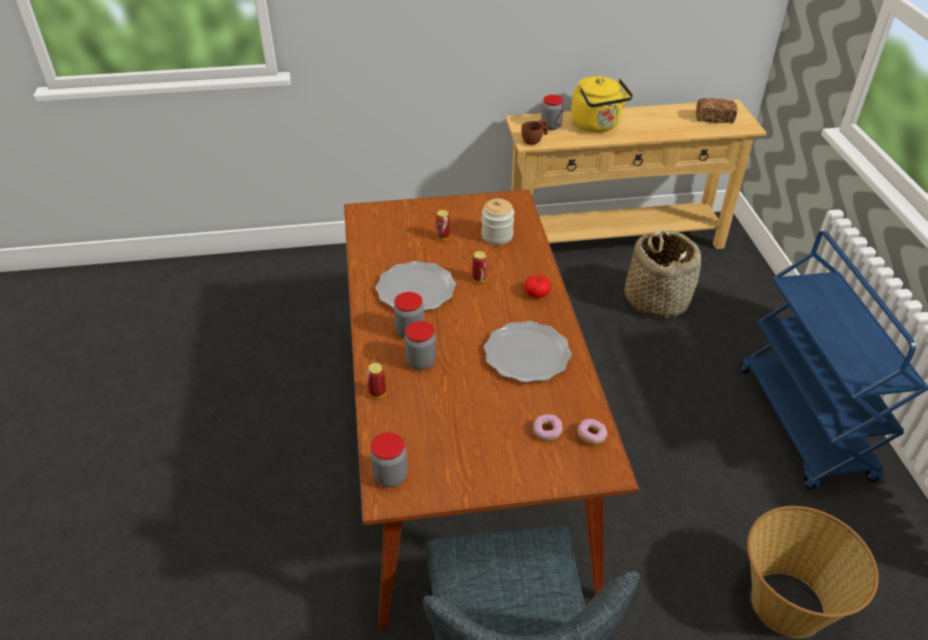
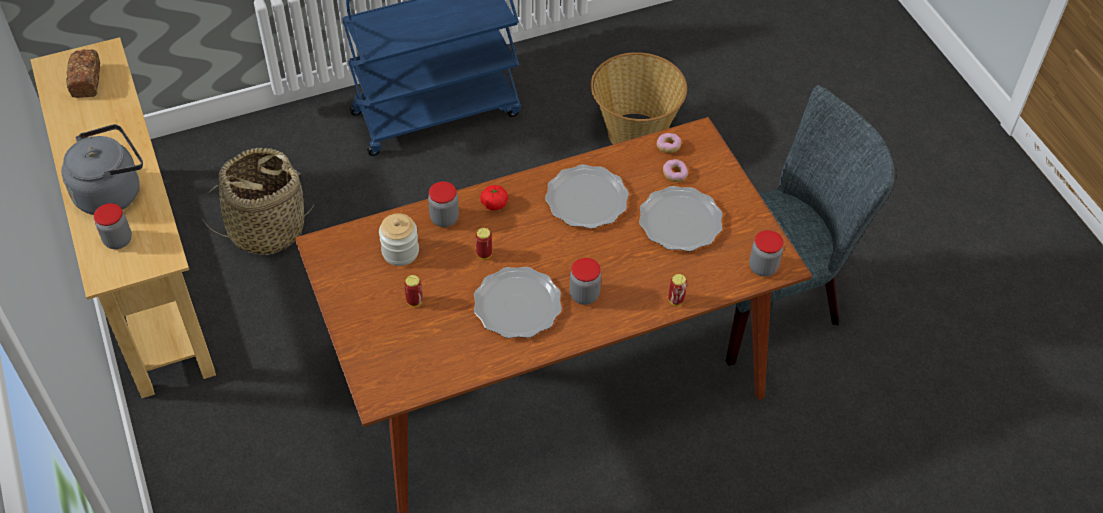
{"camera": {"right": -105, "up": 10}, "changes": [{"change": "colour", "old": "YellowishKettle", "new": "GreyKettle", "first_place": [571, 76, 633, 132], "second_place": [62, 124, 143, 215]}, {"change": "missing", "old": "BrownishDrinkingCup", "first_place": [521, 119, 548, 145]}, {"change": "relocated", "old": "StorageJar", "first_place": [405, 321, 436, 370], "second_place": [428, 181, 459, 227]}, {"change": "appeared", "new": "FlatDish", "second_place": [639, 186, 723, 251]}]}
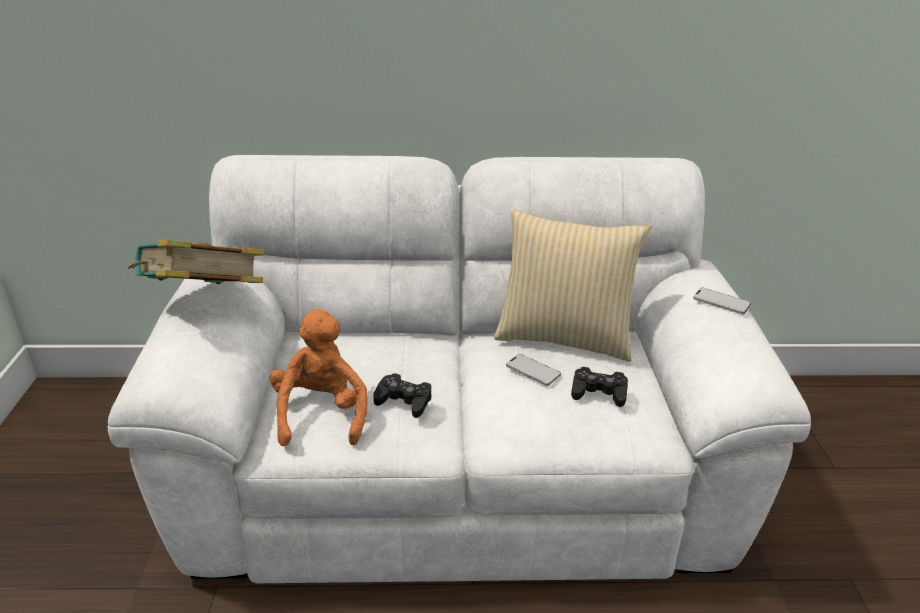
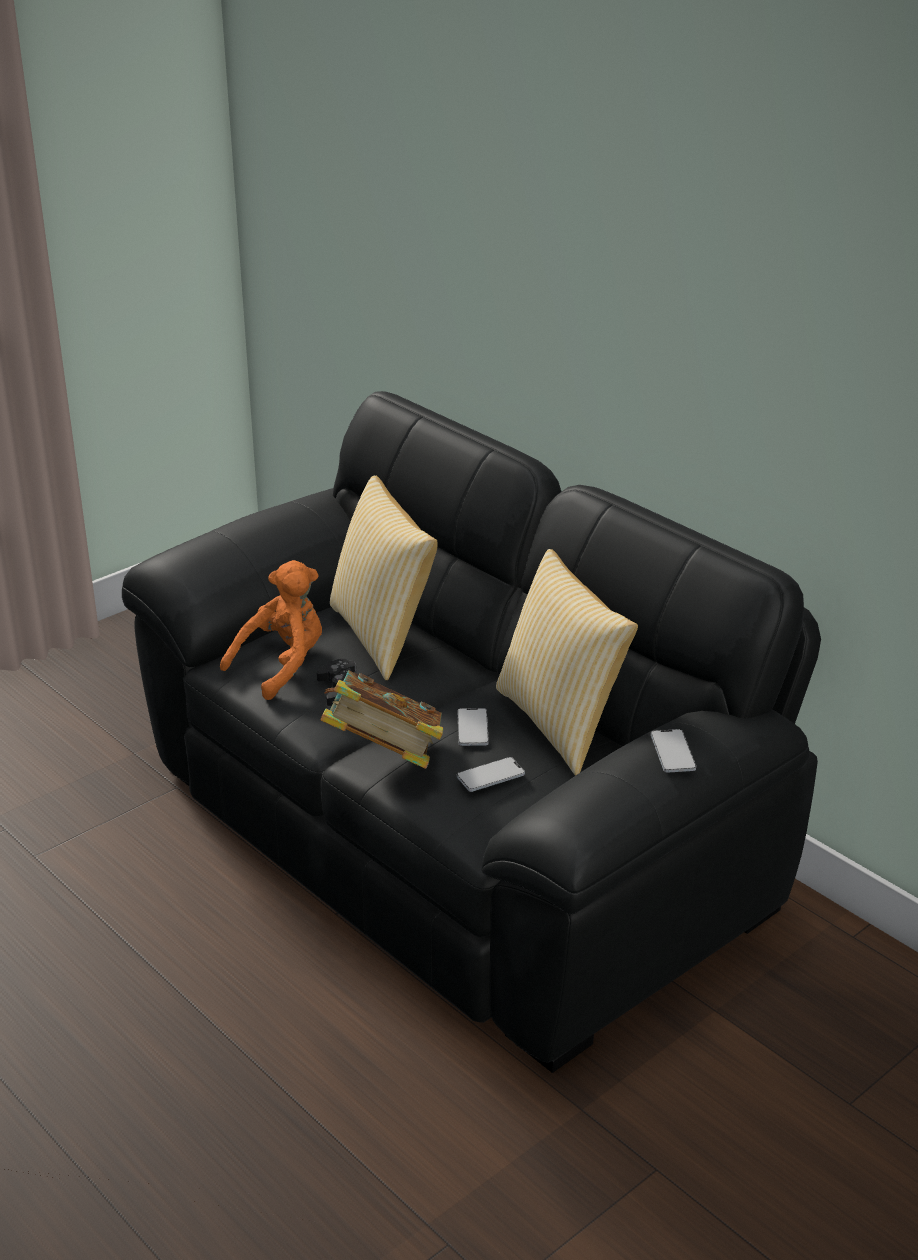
{"camera": {"right": 50, "up": 0}, "changes": [{"change": "colour", "old": "WhiteCouch", "new": "BlackCouch", "first_place": [108, 155, 811, 583], "second_place": [122, 391, 821, 1073]}, {"change": "relocated", "old": "Volume", "first_place": [128, 239, 264, 284], "second_place": [320, 670, 443, 769]}, {"change": "exchanged", "old": "BlackGameController", "new": "Handset", "first_place": [571, 367, 628, 407], "second_place": [457, 757, 525, 792]}, {"change": "appeared", "new": "Pillow", "second_place": [330, 475, 438, 680]}]}
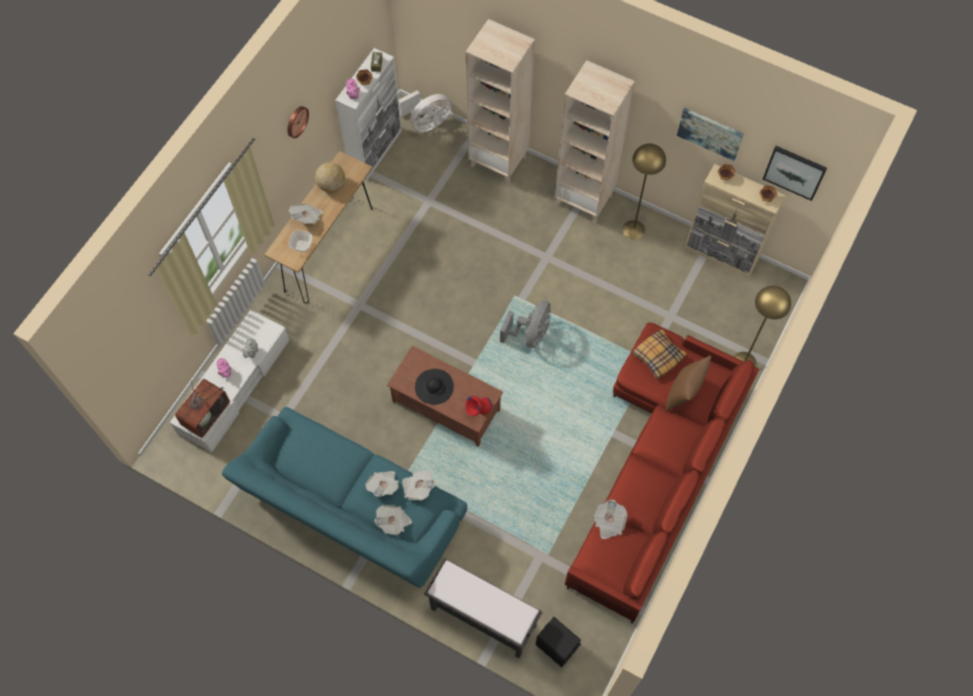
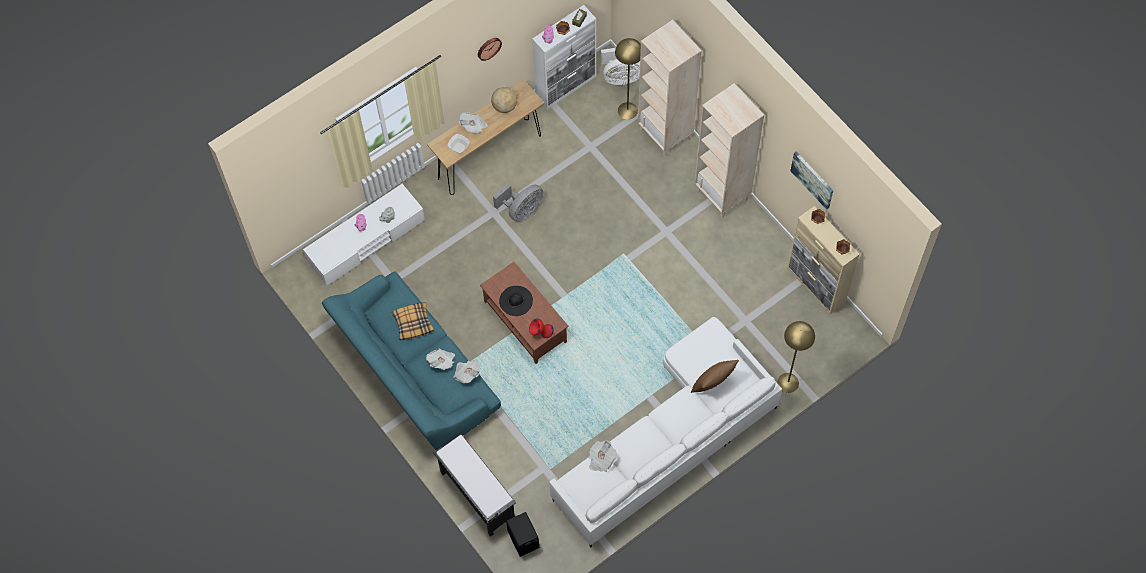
{"camera": {"right": 25, "up": 0}, "changes": [{"change": "relocated", "old": "YellowishStandardLamp", "first_place": [623, 144, 666, 240], "second_place": [615, 38, 641, 120]}, {"change": "missing", "old": "WallArt", "first_place": [763, 146, 827, 201]}, {"change": "relocated", "old": "GreyFan", "first_place": [500, 300, 551, 348], "second_place": [493, 183, 544, 221]}, {"change": "colour", "old": "RedCouch", "new": "WhiteCouch", "first_place": [564, 322, 759, 624], "second_place": [549, 317, 782, 548]}, {"change": "relocated", "old": "Pillow", "first_place": [632, 329, 686, 379], "second_place": [392, 302, 434, 340]}, {"change": "missing", "old": "Tv", "first_place": [175, 379, 230, 438]}, {"change": "missing", "old": "PrintedPaper", "first_place": [374, 505, 412, 535]}]}
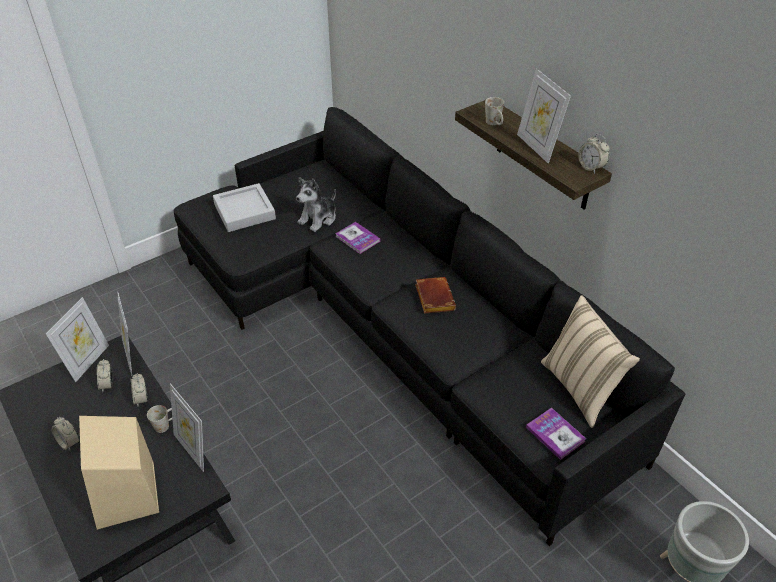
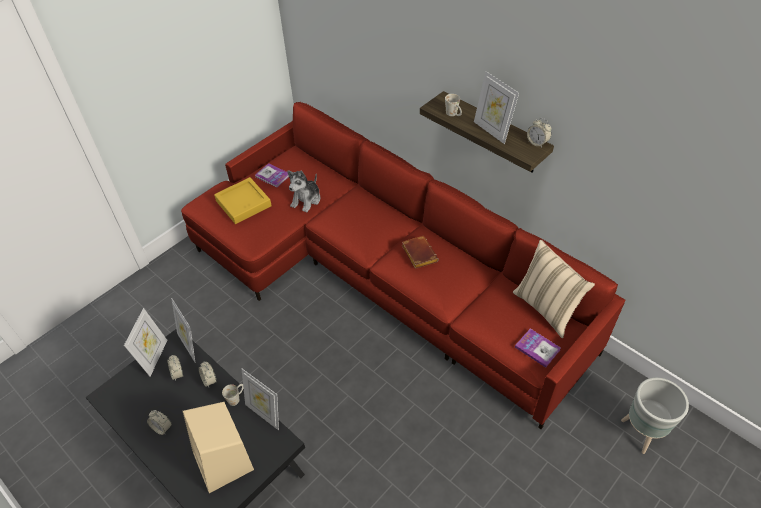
{"camera": {"right": -10, "up": 5}, "changes": [{"change": "colour", "old": "BlackCouch", "new": "RedCouch", "first_place": [174, 107, 685, 546], "second_place": [181, 102, 626, 429]}, {"change": "colour", "old": "GreyServingTray", "new": "YellowishServingTray", "first_place": [213, 183, 276, 232], "second_place": [214, 177, 272, 224]}, {"change": "relocated", "old": "Volume", "first_place": [335, 222, 380, 254], "second_place": [255, 163, 289, 188]}]}
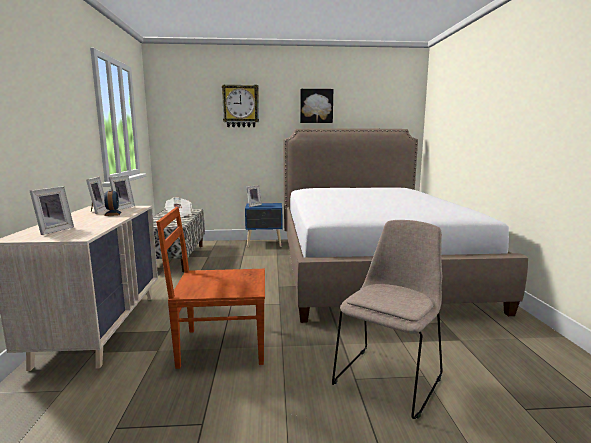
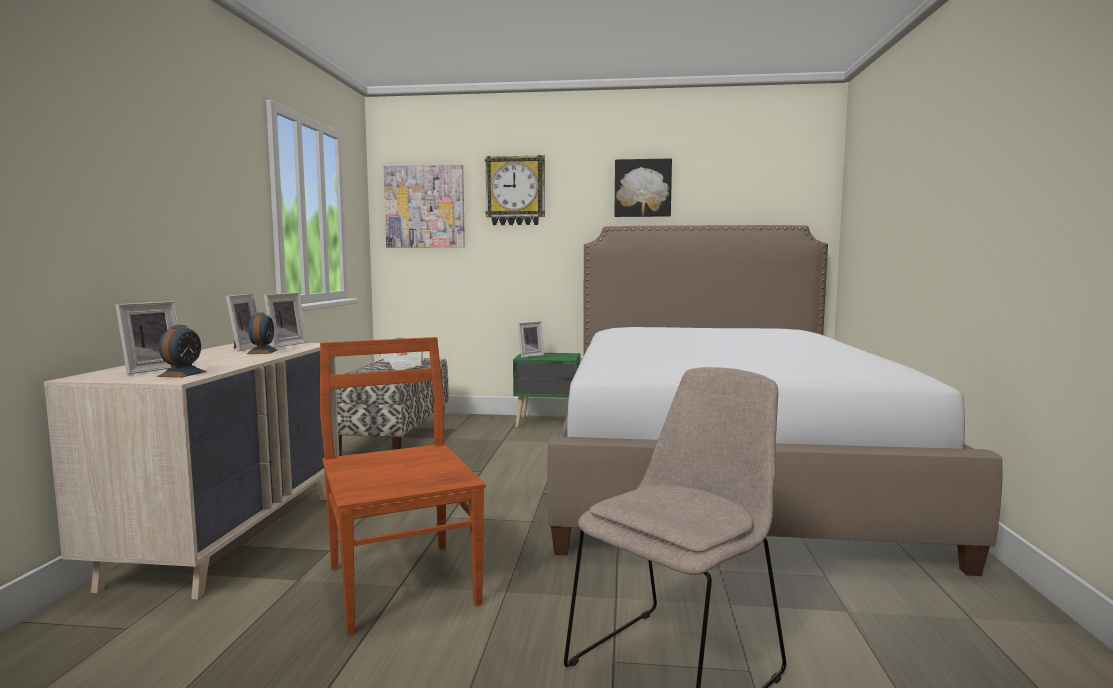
{"camera": {"right": 10, "up": -5}, "changes": [{"change": "colour", "old": "BlueNightTable", "new": "GreenishNightTable", "first_place": [245, 203, 283, 248], "second_place": [513, 353, 580, 427]}, {"change": "spun", "old": "BrownishChair", "first_place": [156, 207, 265, 369], "second_place": [320, 337, 486, 636], "degrees": 60}, {"change": "appeared", "new": "WallArt", "second_place": [384, 164, 465, 247]}, {"change": "appeared", "new": "AlarmClock", "second_place": [157, 325, 207, 378]}]}
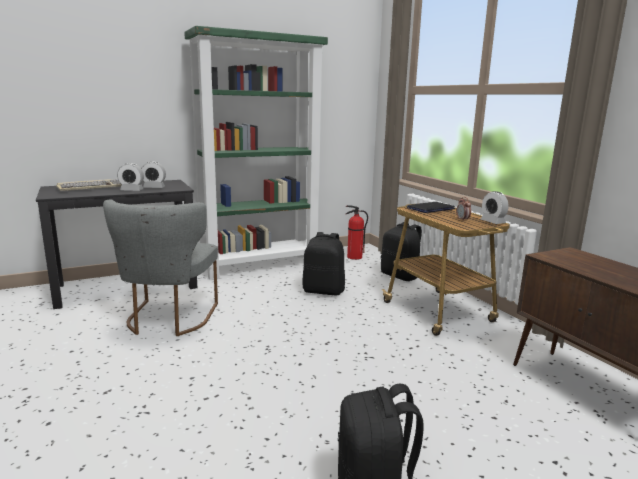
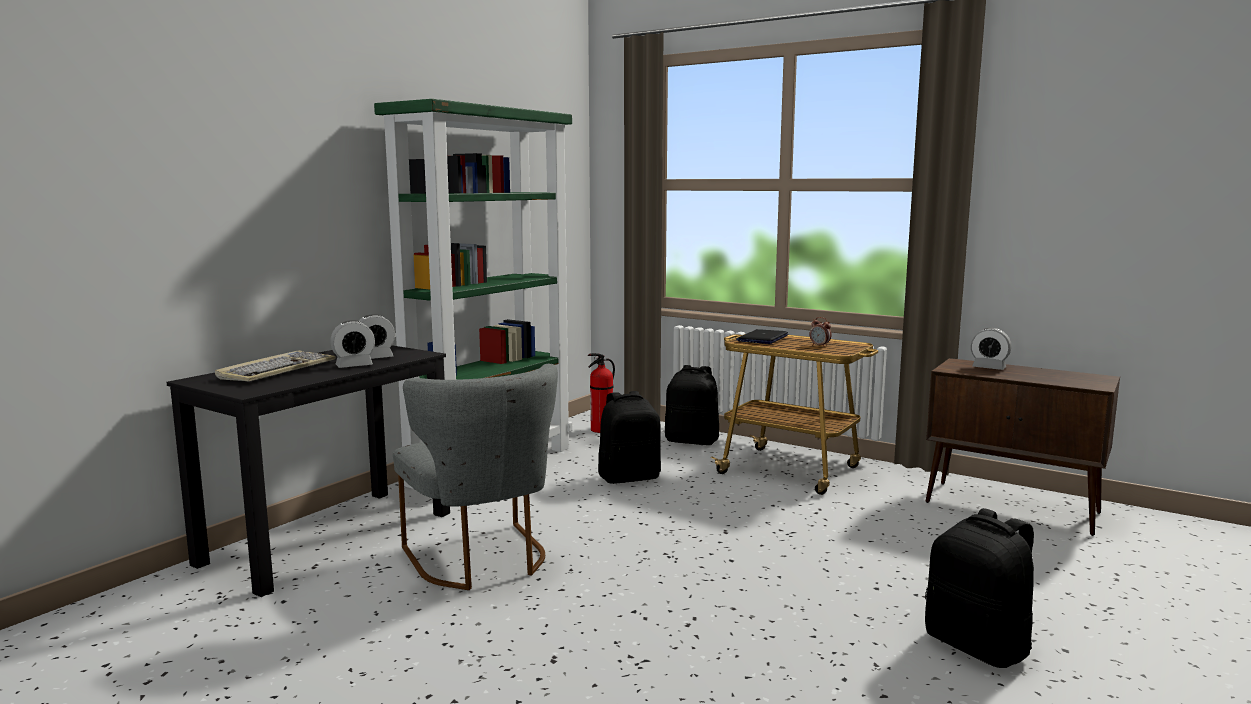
{"camera": {"right": -30, "up": -5}, "changes": [{"change": "relocated", "old": "AlarmClock", "first_place": [481, 191, 508, 224], "second_place": [971, 328, 1012, 370]}]}
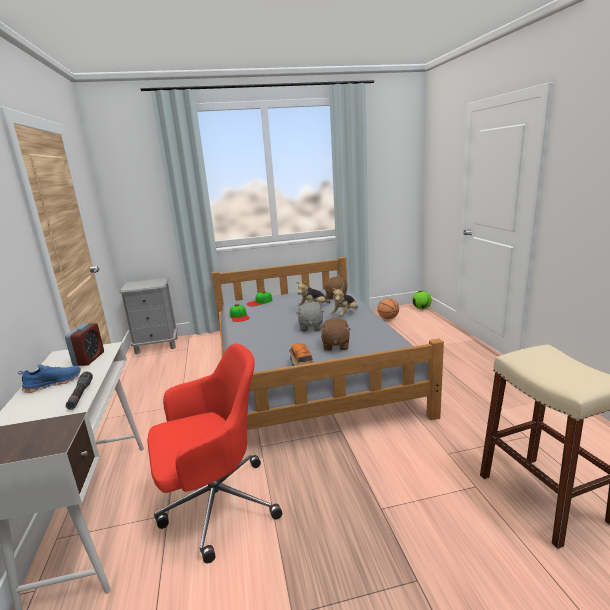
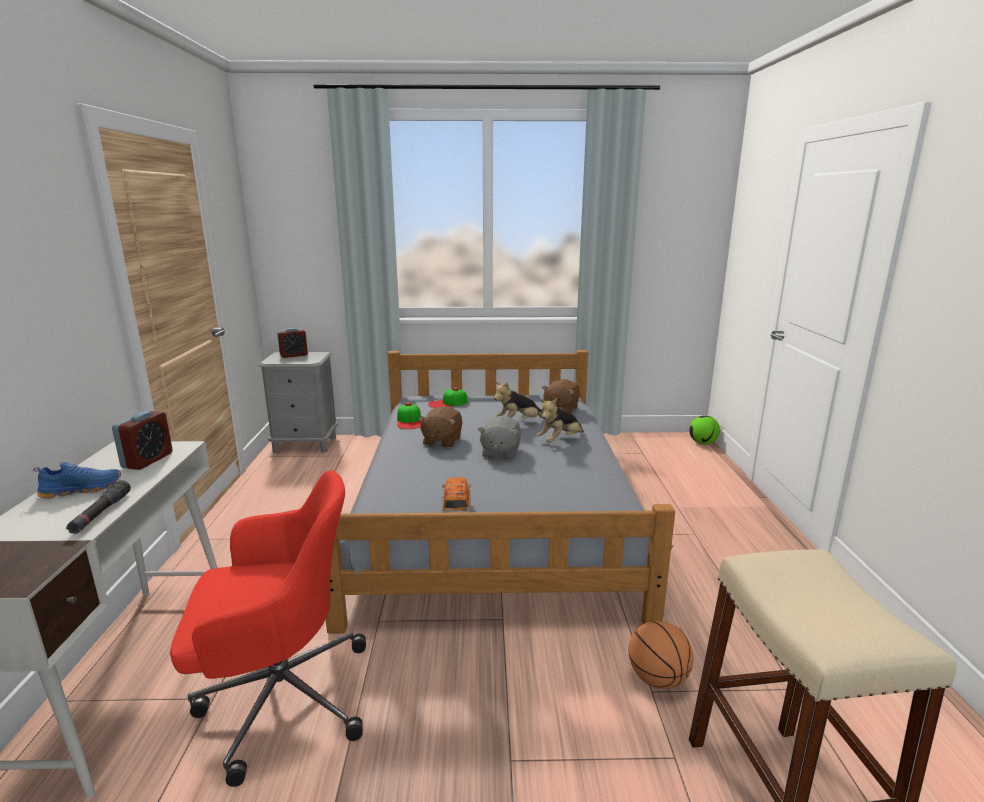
{"camera": {"right": 10, "up": 0}, "changes": [{"change": "relocated", "old": "BasketballBall", "first_place": [378, 298, 399, 319], "second_place": [628, 621, 694, 689]}, {"change": "relocated", "old": "BrownishPlushToy", "first_place": [319, 318, 351, 351], "second_place": [418, 406, 462, 448]}, {"change": "appeared", "new": "AlarmClock", "second_place": [277, 328, 308, 358]}]}
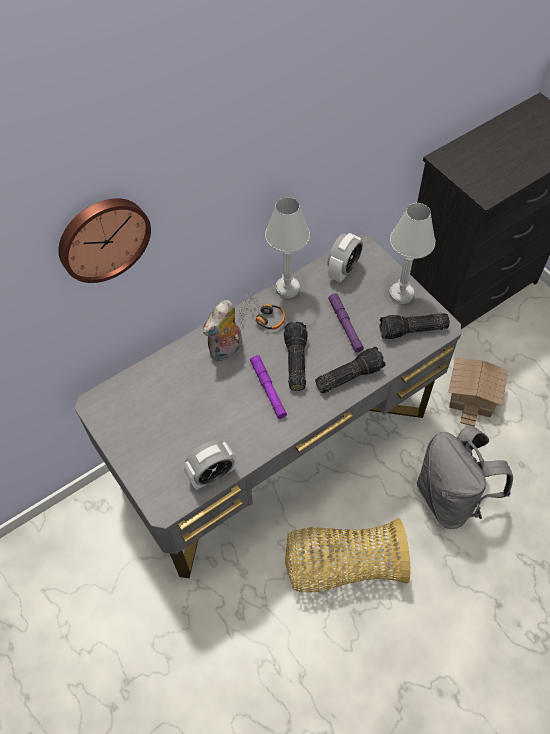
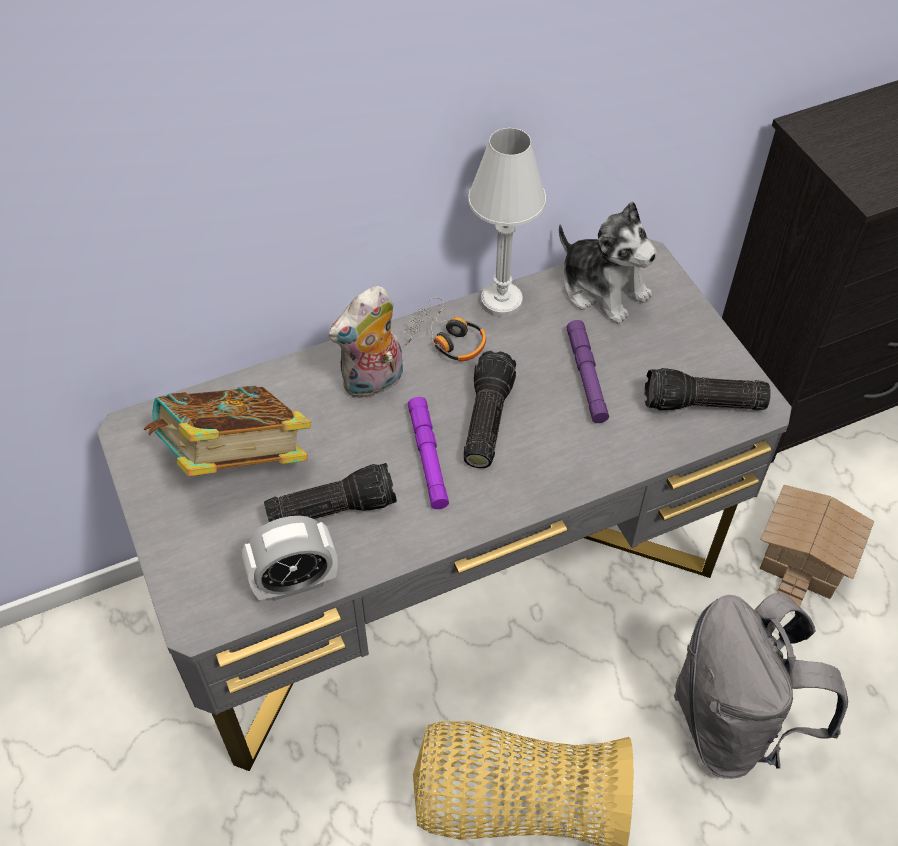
{"camera": {"right": 10, "up": -5}, "changes": [{"change": "missing", "old": "ClockOnTheWall", "first_place": [58, 198, 151, 283]}, {"change": "missing", "old": "WhiteLampForATable", "first_place": [389, 203, 435, 304]}, {"change": "exchanged", "old": "AlarmClock", "new": "PlushToy", "first_place": [327, 233, 363, 283], "second_place": [559, 201, 657, 324]}, {"change": "relocated", "old": "Flashlight", "first_place": [315, 347, 385, 393], "second_place": [264, 463, 397, 522]}, {"change": "appeared", "new": "Volume", "second_place": [144, 386, 311, 477]}]}
